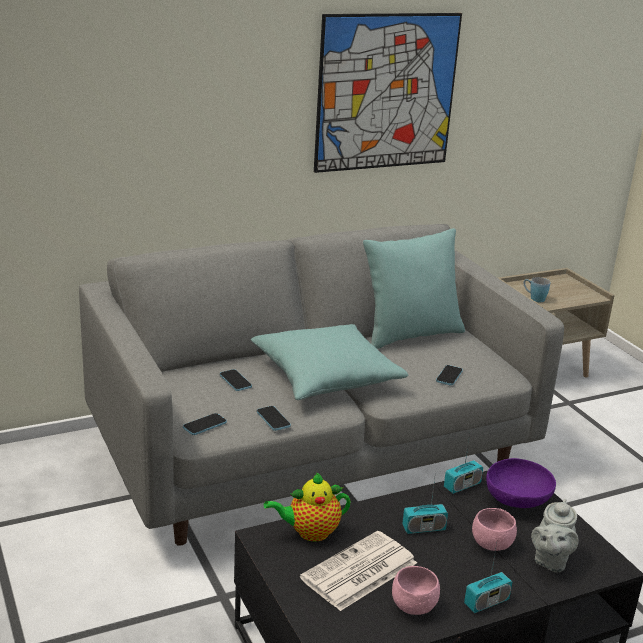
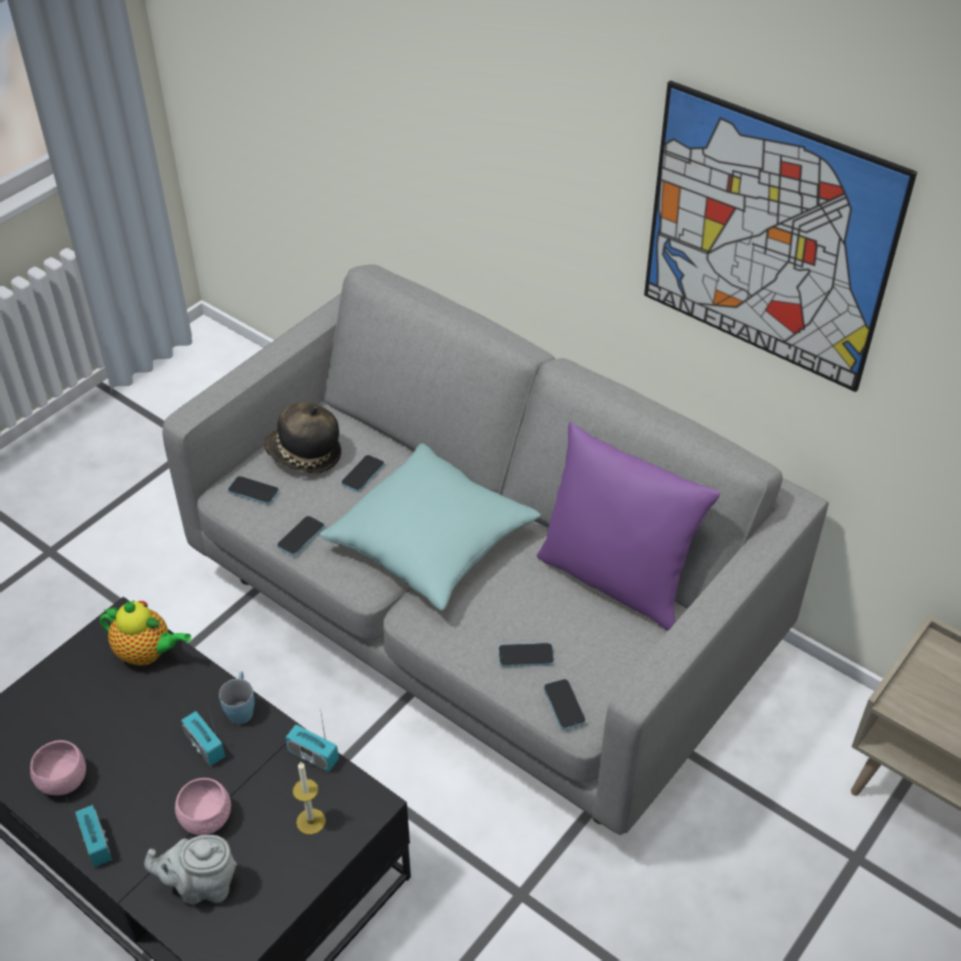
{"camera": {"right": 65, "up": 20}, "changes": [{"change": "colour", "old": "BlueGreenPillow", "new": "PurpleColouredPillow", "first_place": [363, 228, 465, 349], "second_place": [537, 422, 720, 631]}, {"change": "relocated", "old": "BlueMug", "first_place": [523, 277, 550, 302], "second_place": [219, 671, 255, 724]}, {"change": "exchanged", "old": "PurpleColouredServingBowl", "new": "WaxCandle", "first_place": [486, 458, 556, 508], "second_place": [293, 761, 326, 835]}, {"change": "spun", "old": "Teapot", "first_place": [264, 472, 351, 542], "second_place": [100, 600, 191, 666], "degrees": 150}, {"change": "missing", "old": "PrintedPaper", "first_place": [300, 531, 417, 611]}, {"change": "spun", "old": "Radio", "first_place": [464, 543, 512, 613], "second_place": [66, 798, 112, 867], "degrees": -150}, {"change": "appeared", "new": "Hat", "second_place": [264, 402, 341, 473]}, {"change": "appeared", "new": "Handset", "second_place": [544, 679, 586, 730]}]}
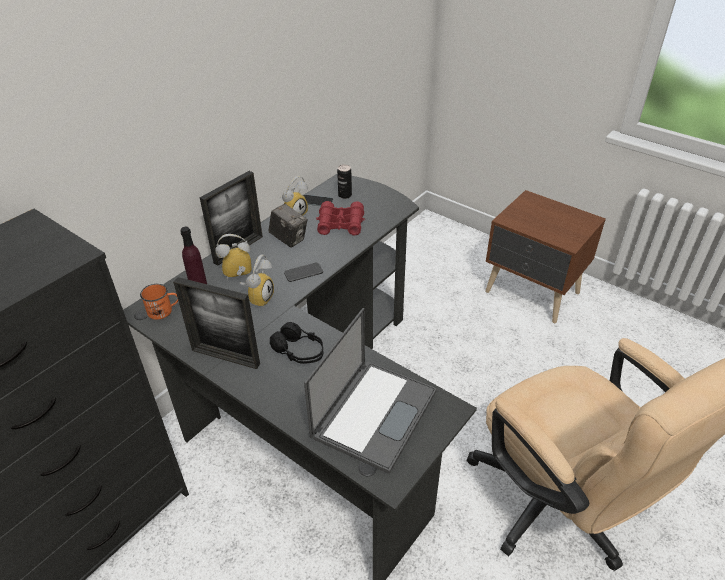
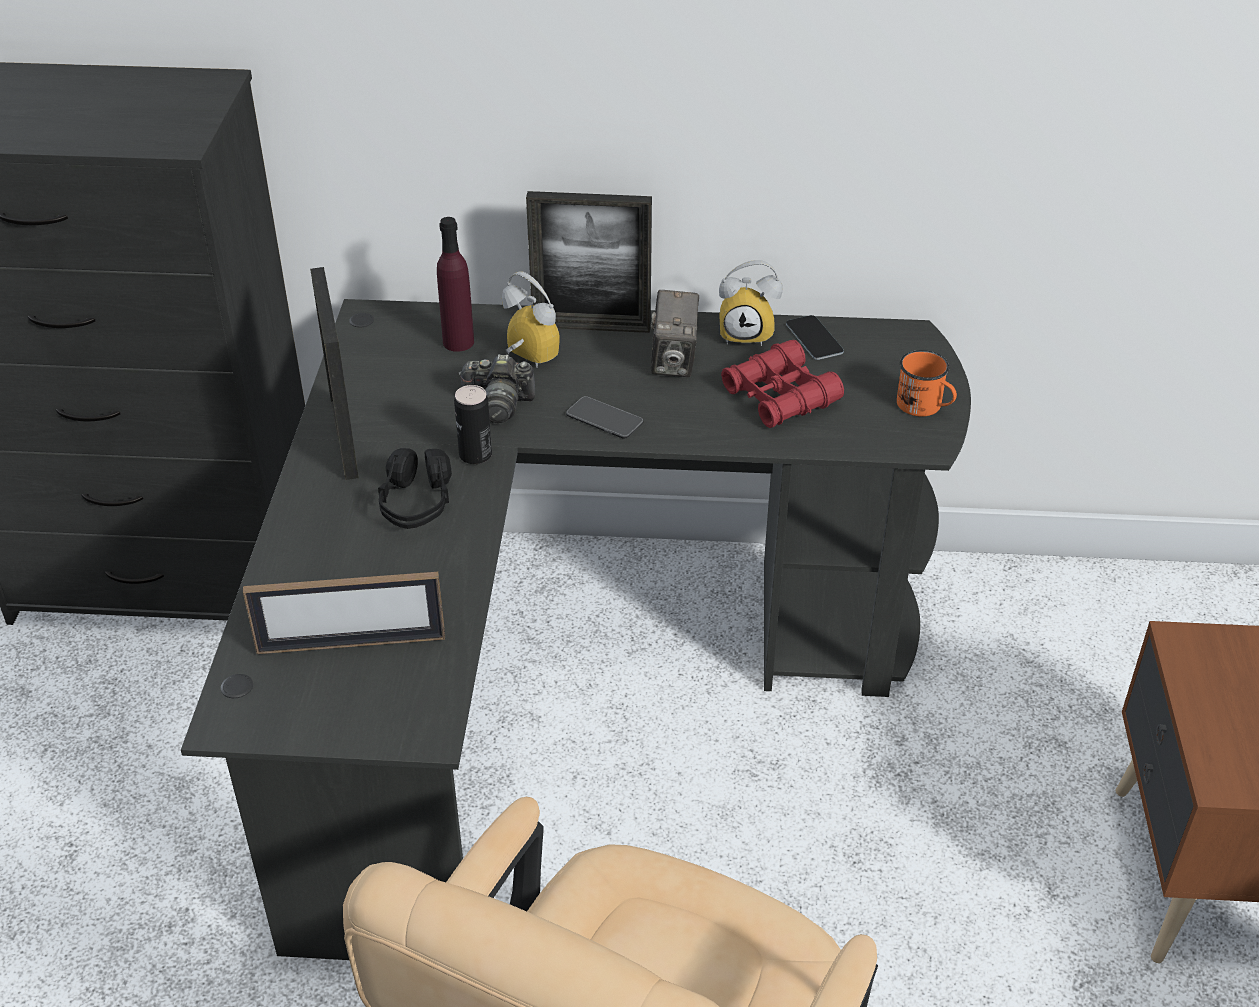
{"camera": {"right": 55, "up": 0}, "changes": [{"change": "relocated", "old": "MetalCan", "first_place": [337, 165, 352, 199], "second_place": [454, 385, 492, 464]}, {"change": "exchanged", "old": "AlarmClock", "new": "PhotoCamera", "first_place": [240, 255, 274, 308], "second_place": [459, 354, 535, 423]}, {"change": "relocated", "old": "OrangeMug", "first_place": [140, 284, 178, 320], "second_place": [897, 350, 957, 417]}, {"change": "exchanged", "old": "Laptop", "new": "StandingFrame", "first_place": [304, 308, 437, 474], "second_place": [243, 572, 445, 654]}]}
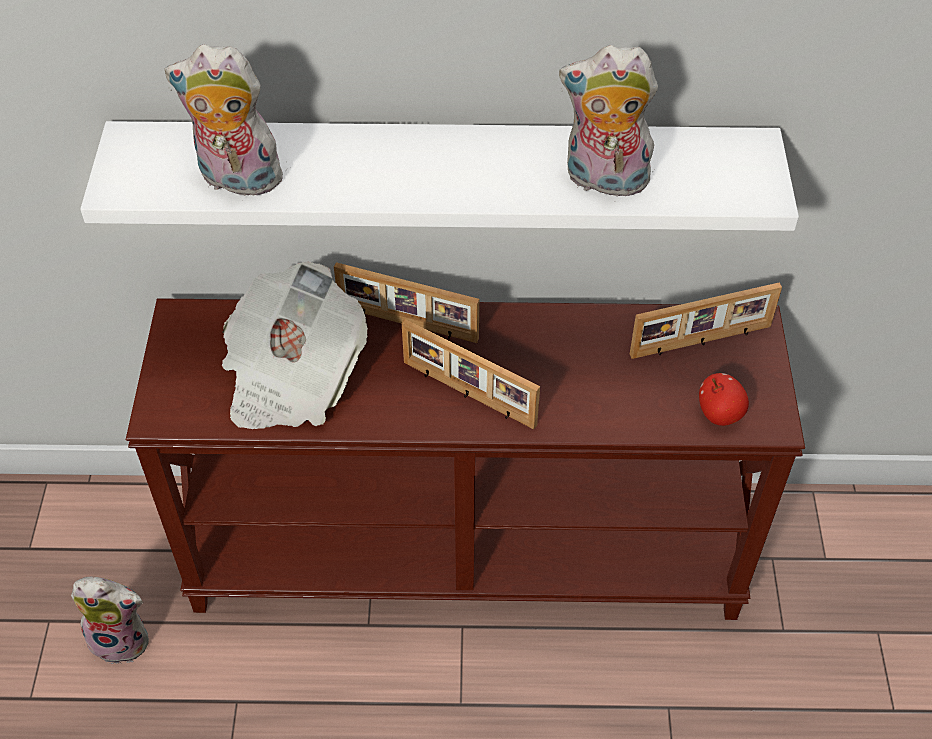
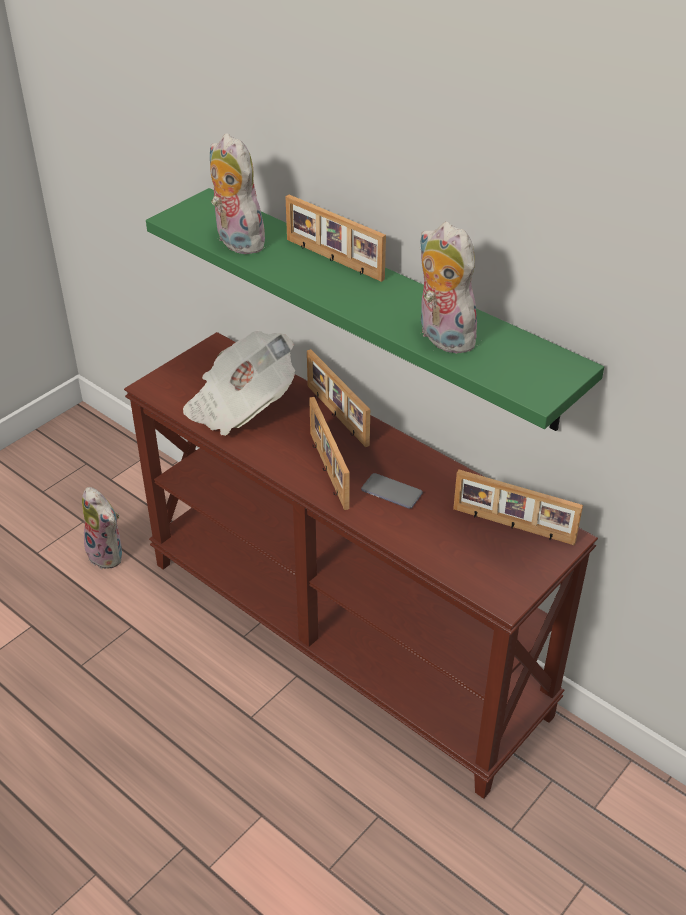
{"camera": {"right": 40, "up": -10}, "changes": [{"change": "colour", "old": "WhiteWallShelf", "new": "GreenishWallShelf", "first_place": [80, 121, 799, 231], "second_place": [146, 188, 604, 431]}, {"change": "missing", "old": "WholeApple", "first_place": [699, 373, 749, 426]}, {"change": "appeared", "new": "StandingFrame", "second_place": [285, 195, 386, 282]}, {"change": "appeared", "new": "Handset", "second_place": [361, 473, 423, 509]}]}
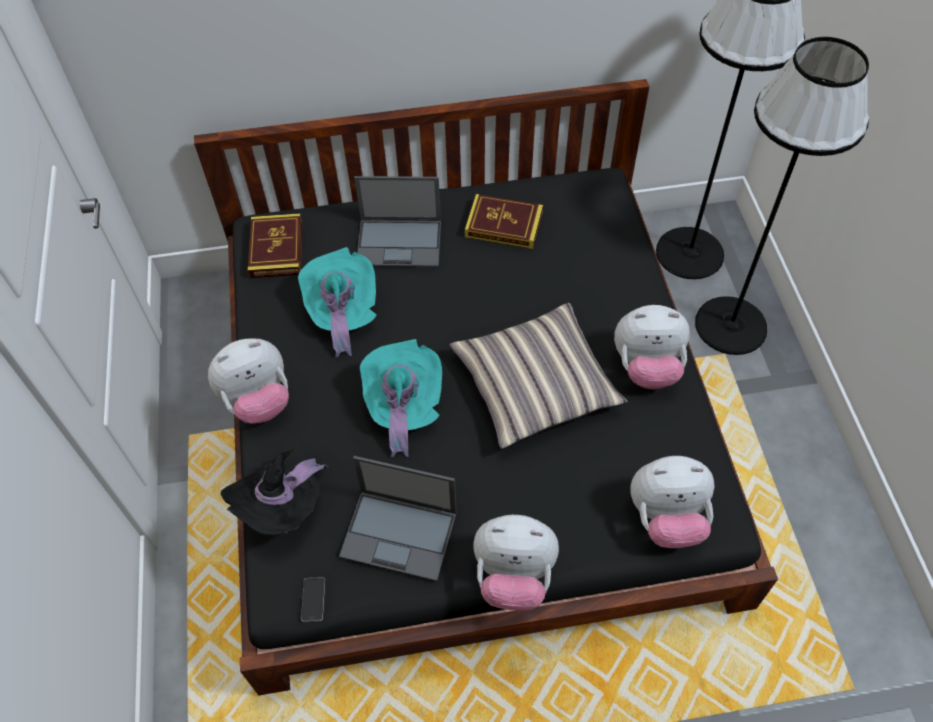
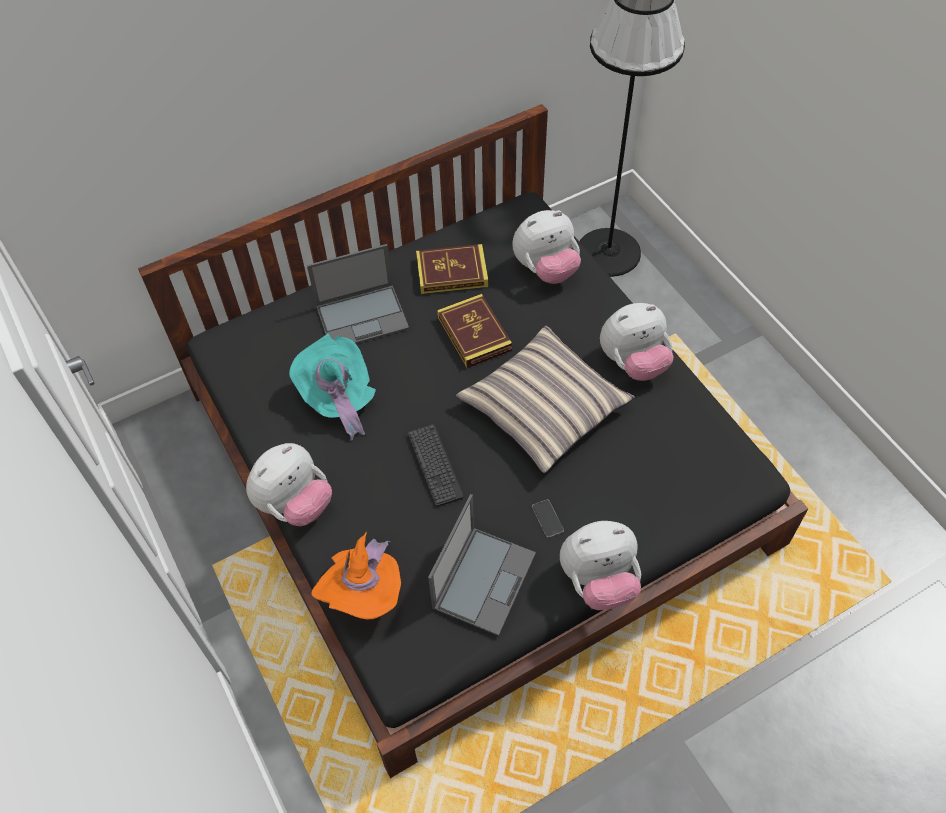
{"camera": {"right": -20, "up": 0}, "changes": [{"change": "missing", "old": "BlackStandardLamp", "first_place": [695, 37, 869, 355]}, {"change": "relocated", "old": "Volume", "first_place": [248, 213, 302, 278], "second_place": [437, 294, 512, 368]}, {"change": "exchanged", "old": "BlueGreenHat", "new": "ComputerKeyboard", "first_place": [360, 339, 442, 457], "second_place": [408, 424, 463, 507]}, {"change": "colour", "old": "BlackHat", "new": "OrangeHat", "first_place": [221, 448, 328, 536], "second_place": [312, 531, 401, 619]}, {"change": "spun", "old": "Laptop", "first_place": [339, 456, 457, 581], "second_place": [428, 494, 536, 636], "degrees": -60}, {"change": "relocated", "old": "PlushToy", "first_place": [630, 456, 715, 548], "second_place": [513, 210, 581, 284]}, {"change": "relocated", "old": "Handset", "first_place": [301, 577, 325, 622], "second_place": [532, 499, 564, 538]}]}
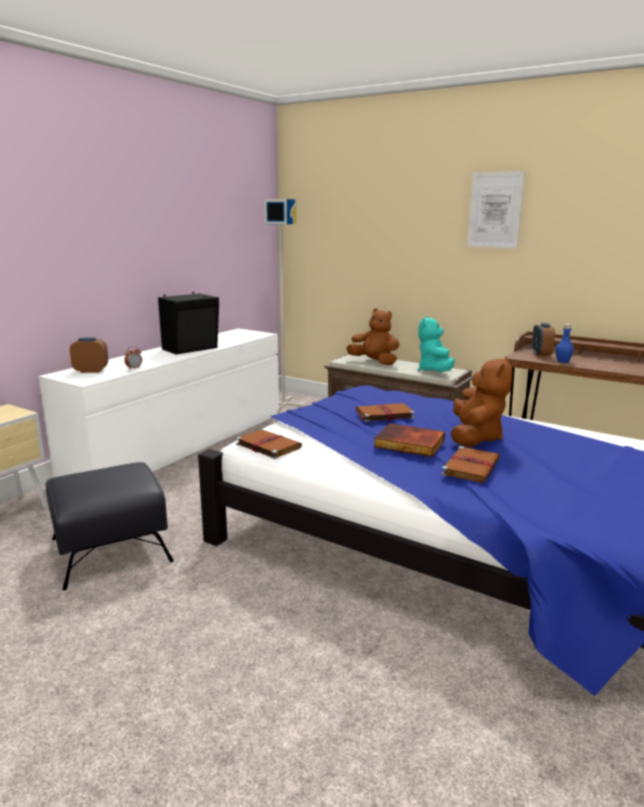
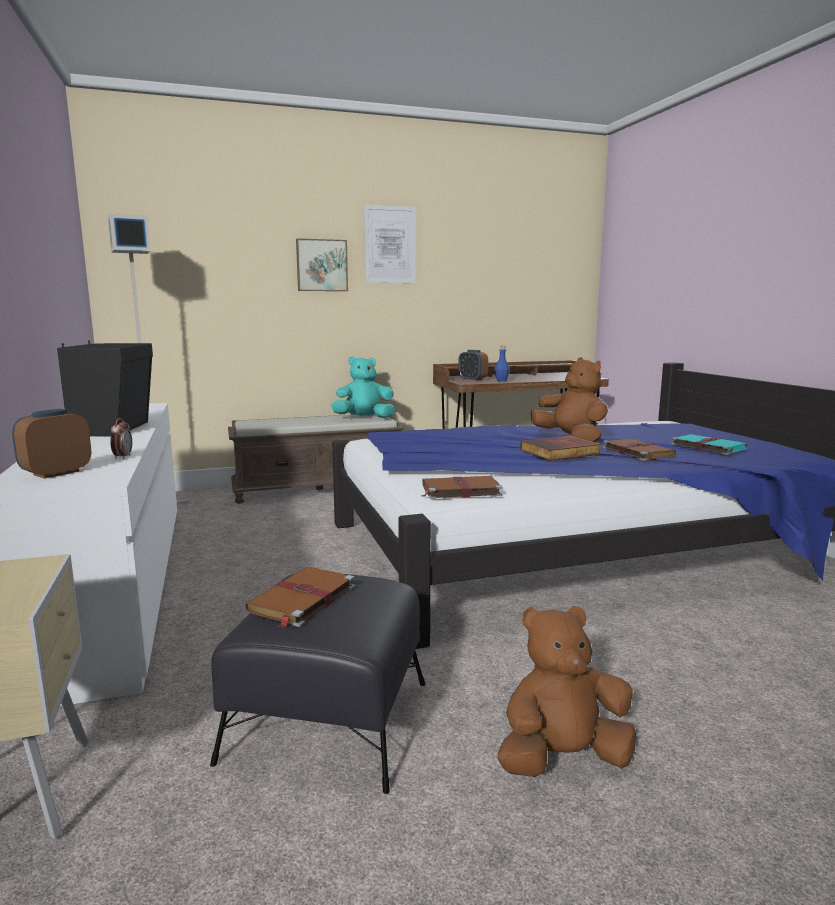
{"camera": {"right": -50, "up": -5}, "changes": [{"change": "relocated", "old": "BrownishPlushToy", "first_place": [346, 308, 399, 365], "second_place": [498, 606, 636, 777]}, {"change": "spun", "old": "BlueGreenPlushToy", "first_place": [418, 316, 455, 372], "second_place": [331, 356, 395, 418], "degrees": 120}, {"change": "relocated", "old": "BrownishVolume", "first_place": [356, 403, 415, 422], "second_place": [245, 567, 355, 628]}, {"change": "appeared", "new": "WallArt", "second_place": [296, 238, 348, 291]}, {"change": "appeared", "new": "BlueGreenVolume", "second_place": [671, 434, 748, 455]}]}
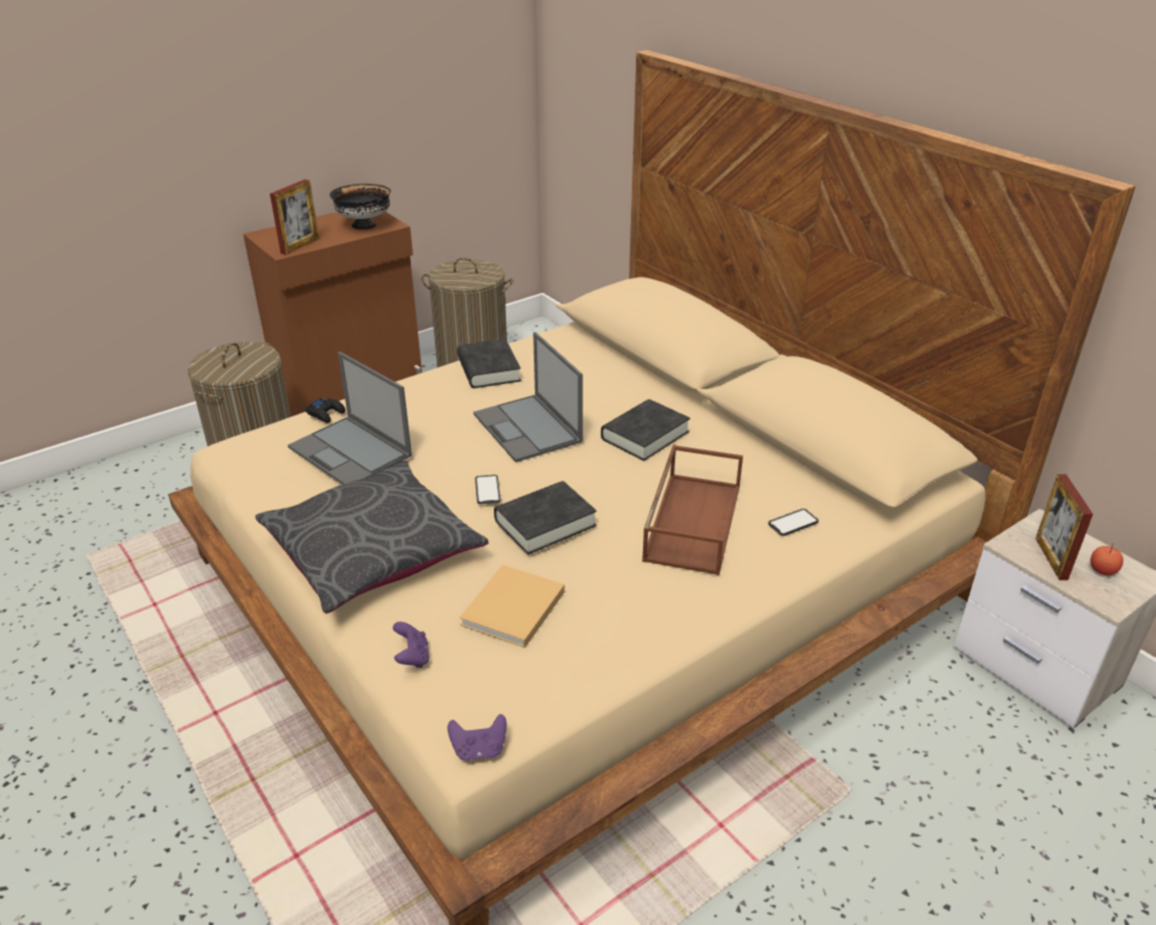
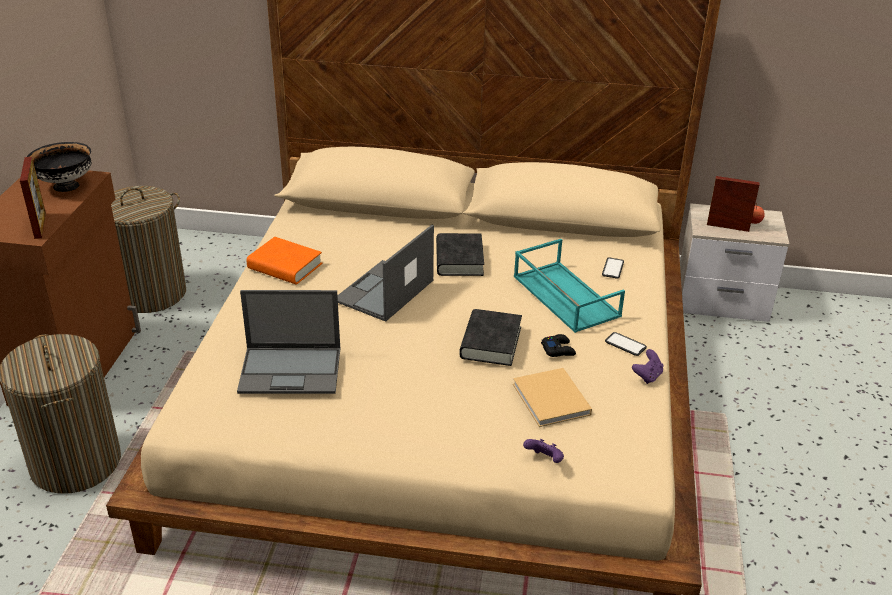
{"camera": {"right": -45, "up": 0}, "changes": [{"change": "spun", "old": "Laptop", "first_place": [473, 332, 583, 462], "second_place": [337, 224, 434, 322], "degrees": 105}, {"change": "colour", "old": "BlackVolume", "new": "OrangeVolume", "first_place": [457, 339, 521, 388], "second_place": [246, 237, 322, 285]}, {"change": "relocated", "old": "BlackGameController", "first_place": [306, 398, 346, 423], "second_place": [541, 334, 576, 357]}, {"change": "colour", "old": "BrownishServingTray", "new": "BlueGreenServingTray", "first_place": [642, 445, 743, 575], "second_place": [514, 239, 625, 333]}, {"change": "missing", "old": "GreyPillow", "first_place": [255, 460, 488, 614]}, {"change": "spun", "old": "StandingFrame", "first_place": [1035, 474, 1093, 580], "second_place": [707, 176, 760, 232], "degrees": 150}, {"change": "relocated", "old": "Handset", "first_place": [475, 475, 501, 504], "second_place": [605, 332, 647, 356]}, {"change": "relocated", "old": "PurpleColouredGameController", "first_place": [448, 714, 507, 761], "second_place": [632, 349, 664, 384]}]}
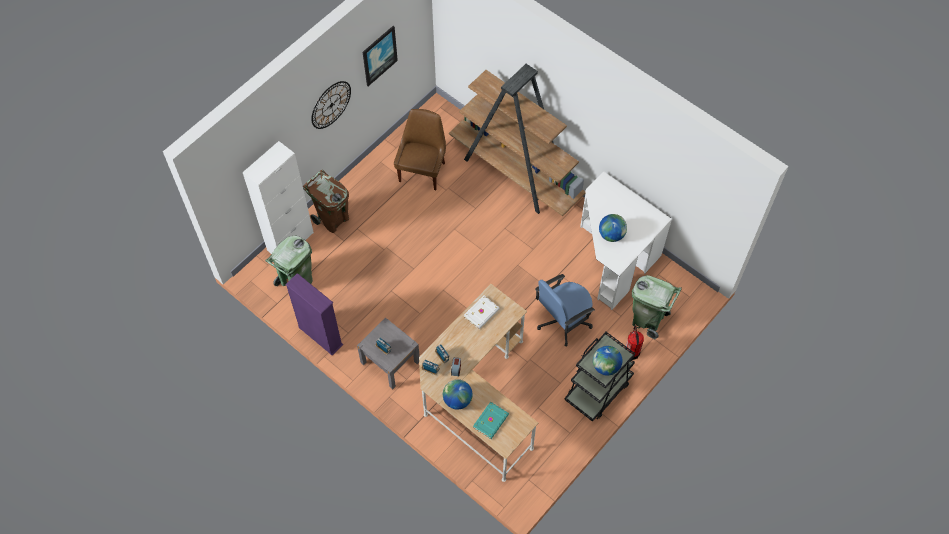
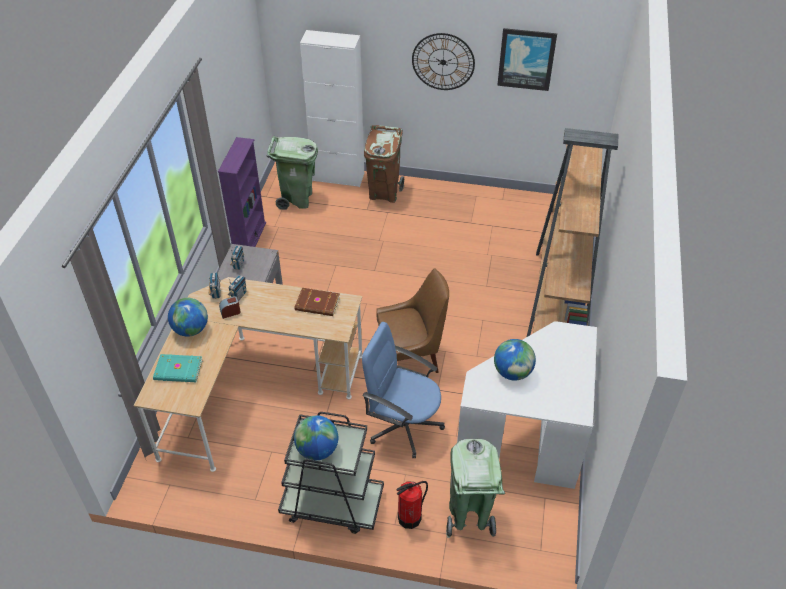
{"camera": {"right": 60, "up": -15}, "changes": [{"change": "relocated", "old": "BrownishChair", "first_place": [394, 109, 446, 190], "second_place": [376, 269, 449, 373]}, {"change": "colour", "old": "WhiteVolume", "new": "BrownishVolume", "first_place": [464, 295, 500, 329], "second_place": [294, 288, 340, 316]}]}
